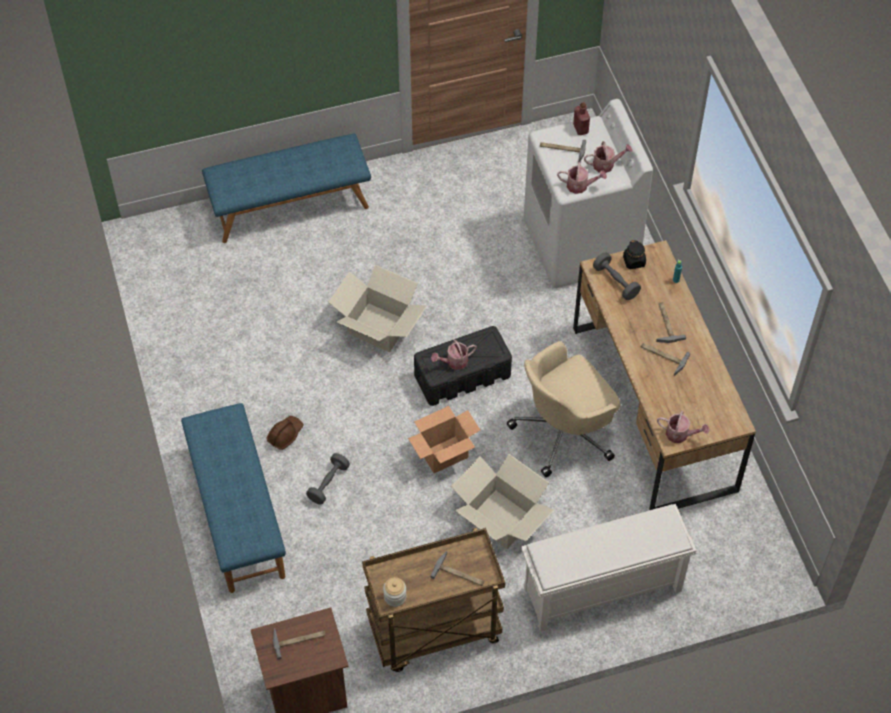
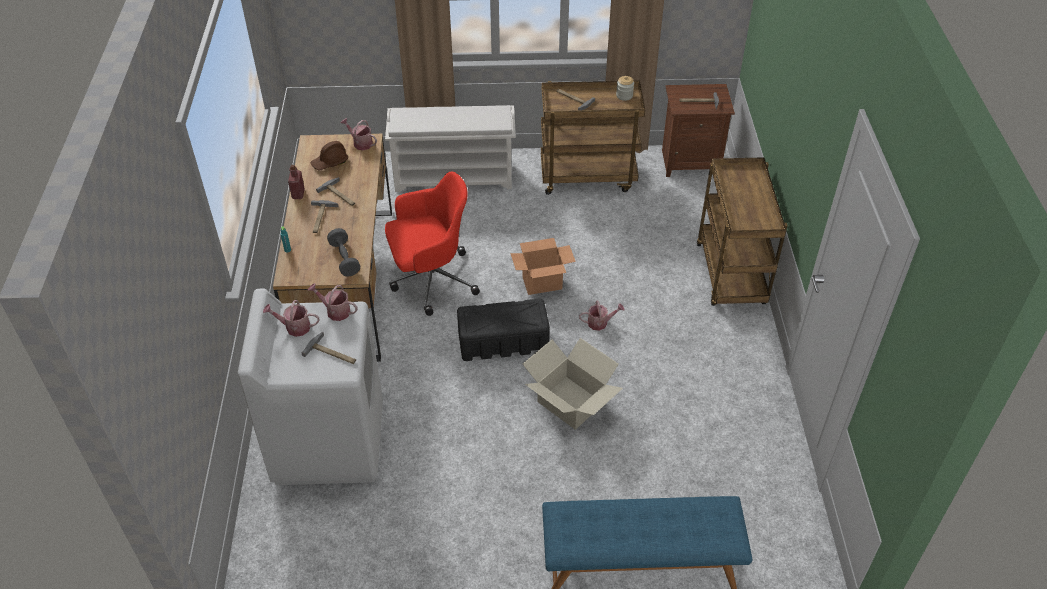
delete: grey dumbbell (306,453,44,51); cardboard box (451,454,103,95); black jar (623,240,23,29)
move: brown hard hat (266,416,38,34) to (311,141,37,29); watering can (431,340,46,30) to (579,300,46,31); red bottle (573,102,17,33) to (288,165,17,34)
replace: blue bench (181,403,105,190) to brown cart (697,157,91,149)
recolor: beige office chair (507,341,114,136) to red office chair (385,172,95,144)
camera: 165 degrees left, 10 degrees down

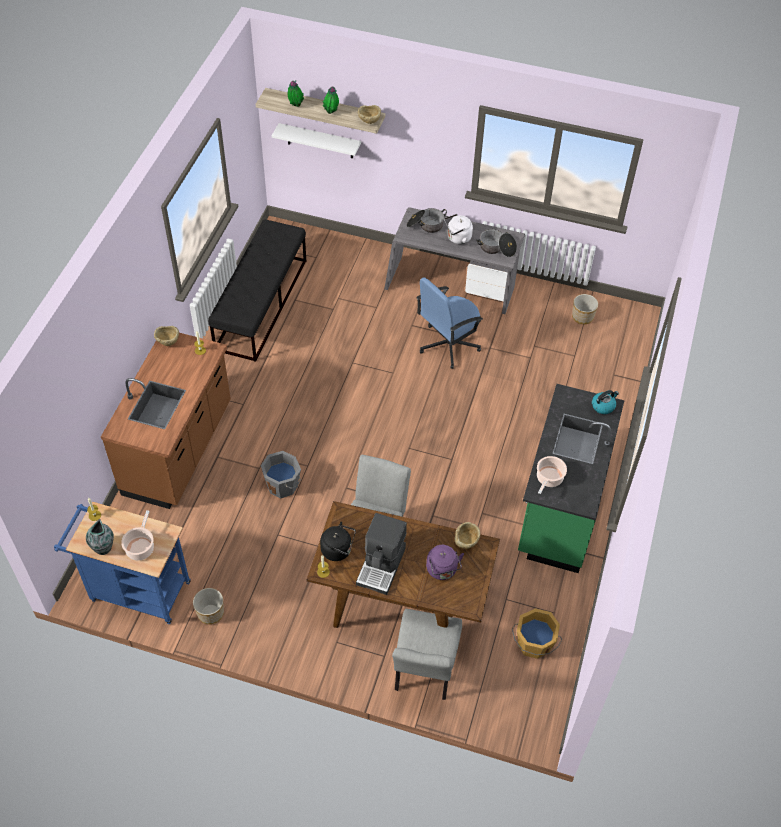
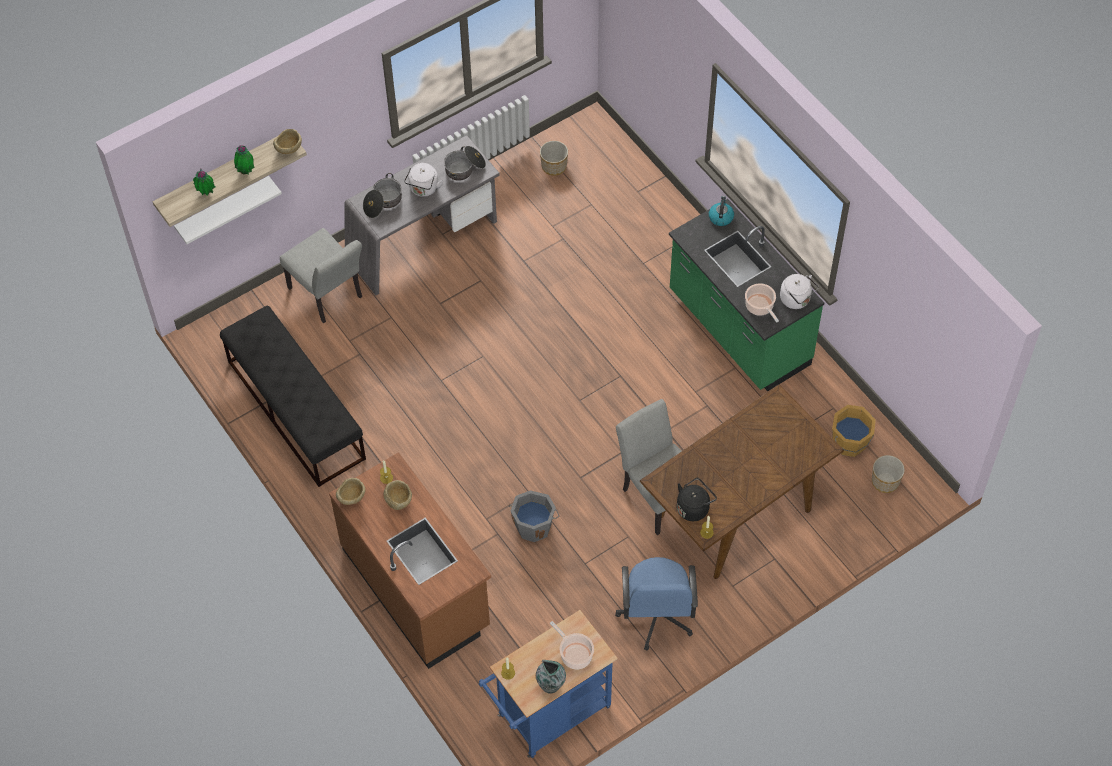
delete: coffee machine (356,513,51,82); purple kettle (426,545,38,35)
insert: white kettle (780,274,39,35)
move: planter (193,588,31,36) to (872,455,33,38); grey chair (392,609,70,91) to (280,228,82,95); blue office chair (416,278,67,91) to (615,557,83,94); beige bowl (455,522,25,27) to (384,480,28,30)
camera: 50 degrees left, 5 degrees up

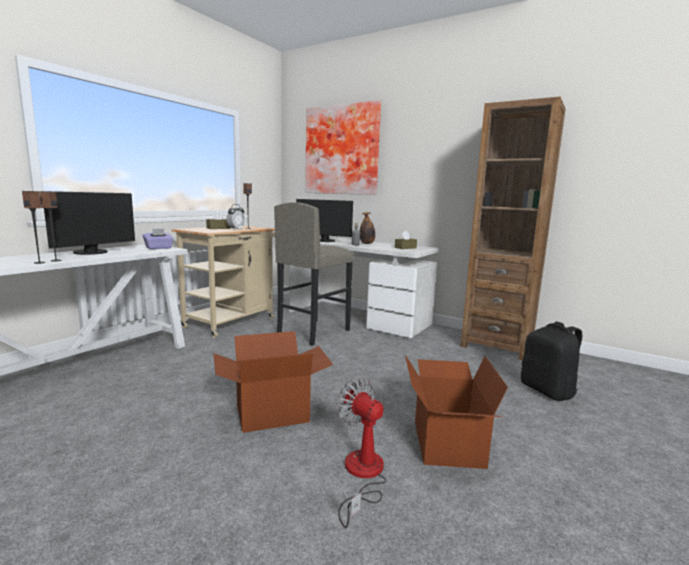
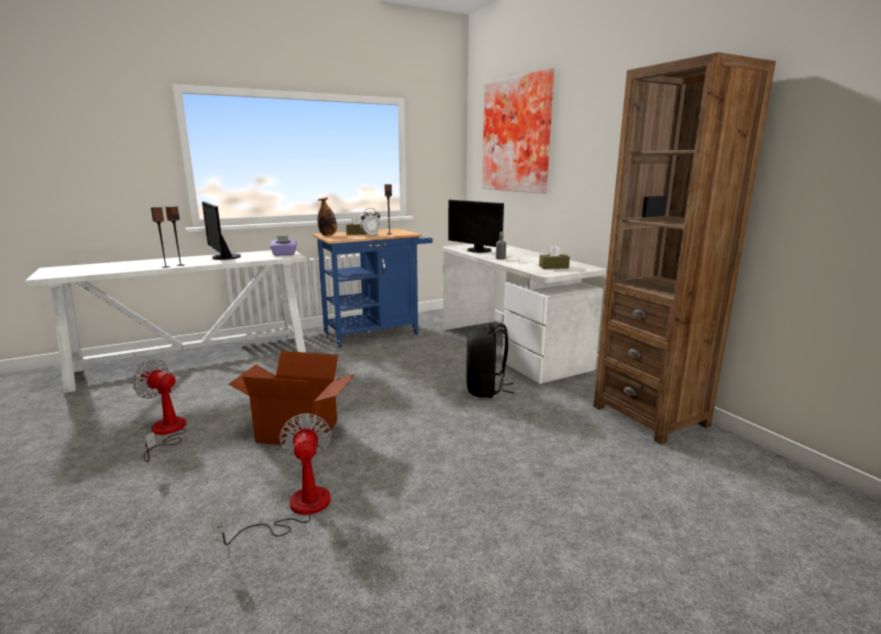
delete: grey stool (274,202,80,144); cardboard box (405,355,103,114)
insert: fan (133,359,54,103)
move: bottle (360,212,15,32) to (317,198,20,38); black backpack (521,322,61,79) to (466,323,48,75)
recolor: beige cart (171,226,104,112) to blue cart (312,228,121,120)
rotate: monitor (44,191,91,64) = (202,201,39,59) 90 degrees clockwise
camera: 30 degrees right, 5 degrees up

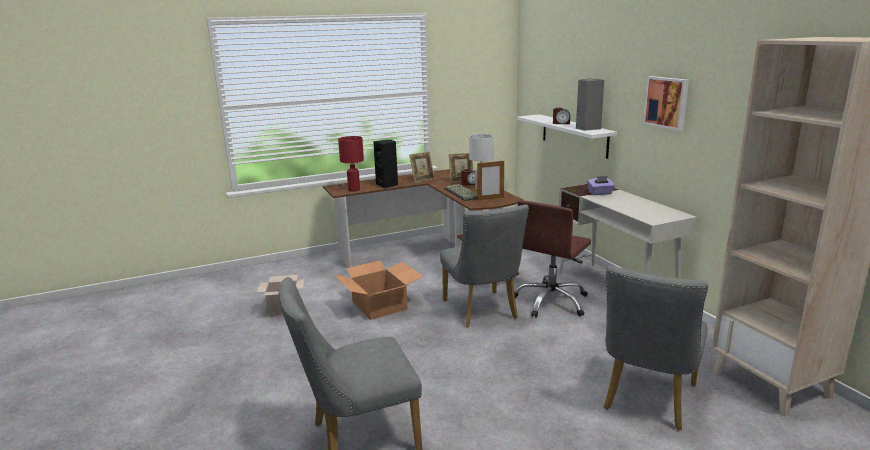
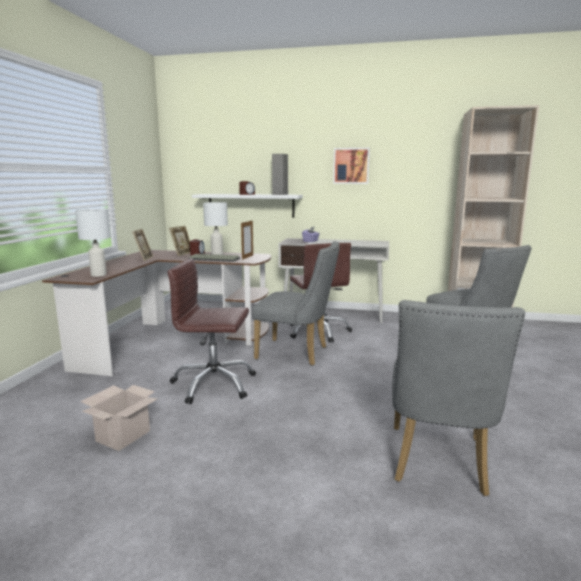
delete: black speaker (373,140,25,49)
replace: cardboard box (333,260,90,60) to brown office chair (167,258,89,146)
recolor: red table lamp (338,136,26,56) to white table lamp (75,209,36,68)
camera: 55 degrees left, 5 degrees down

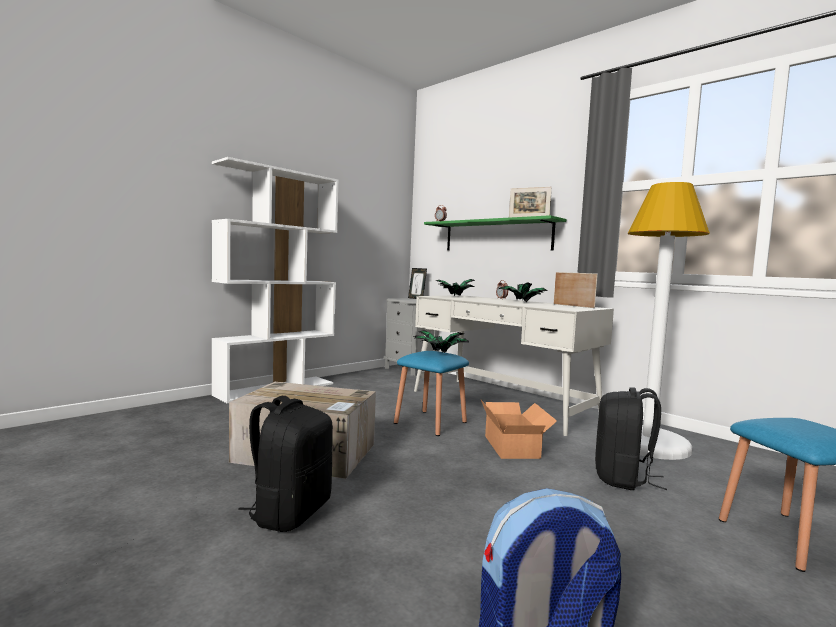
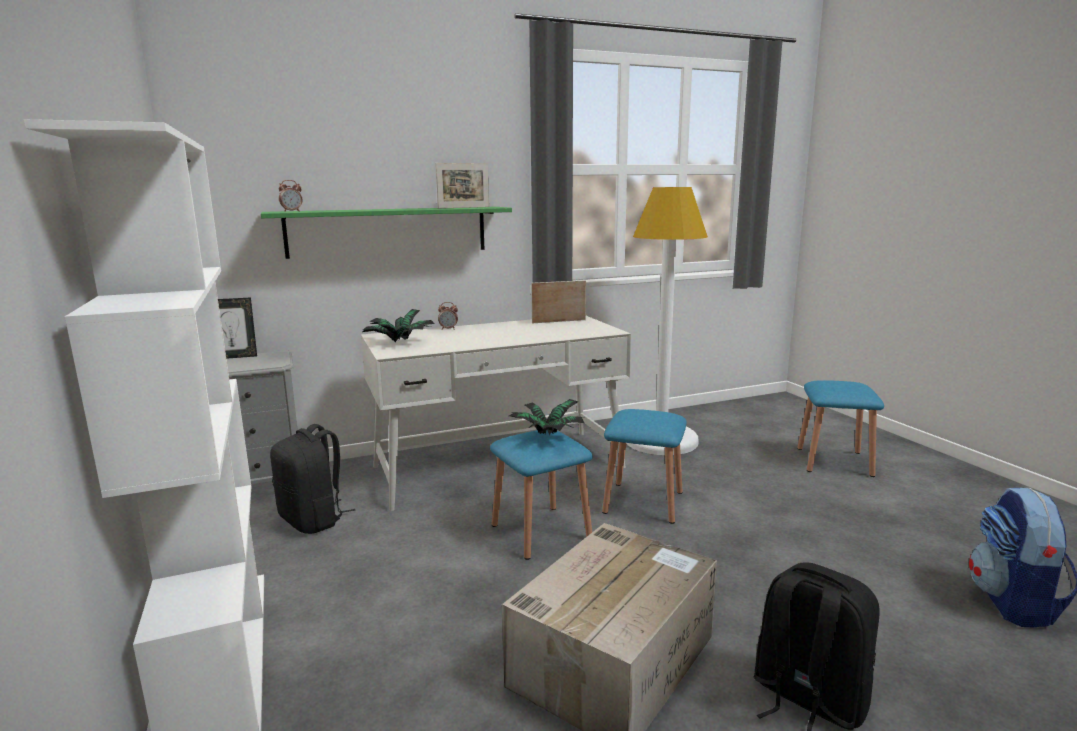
delete: potted plant (499,282,48,20)
move: black backpack (595,387,72,103) to (270,424,85,110)
replace: cardboard box (481,400,76,59) to blue stool (602,409,85,115)
camera: 65 degrees left, 10 degrees up

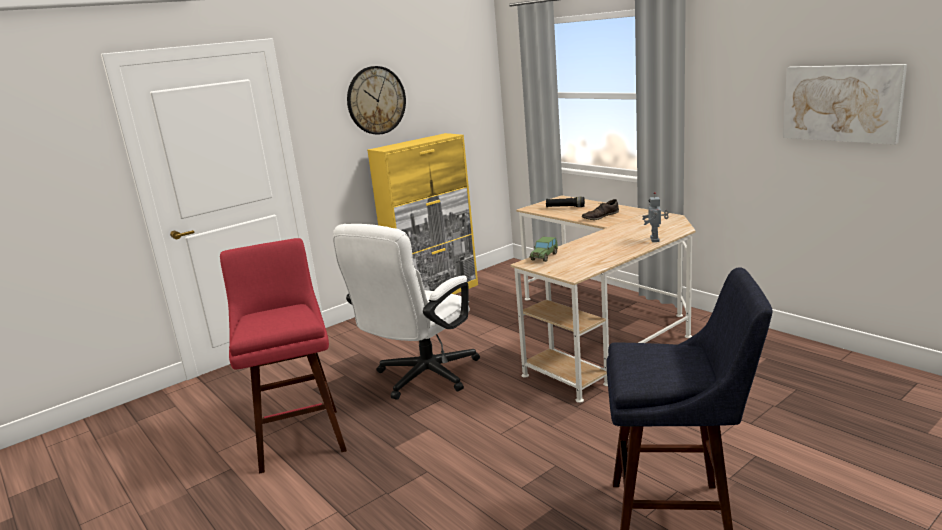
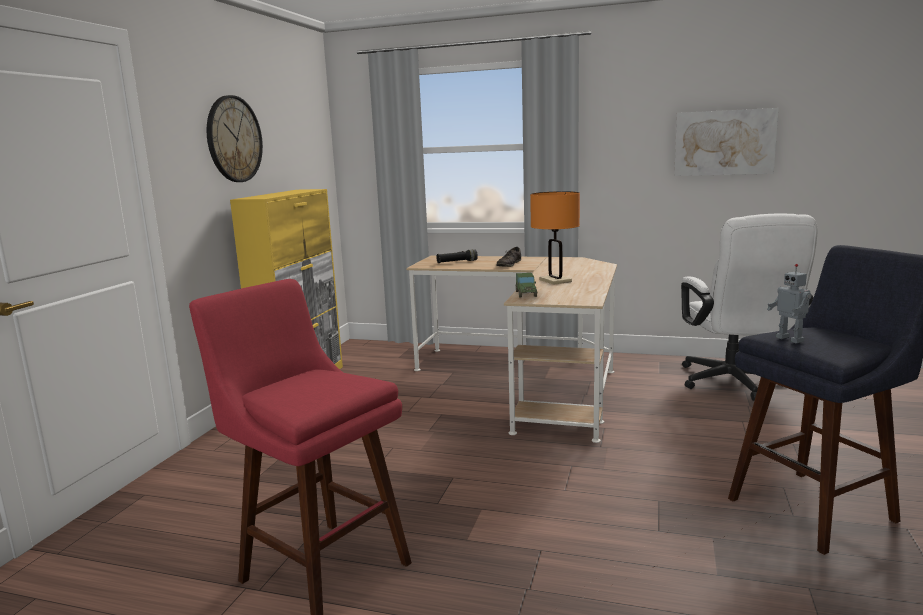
insert: orange table lamp (530,191,50,94)
move: white office chair (333,224,147,176) to (681,213,137,188); toy robot (642,192,27,50) to (767,264,44,79)
camera: 35 degrees left, 5 degrees down

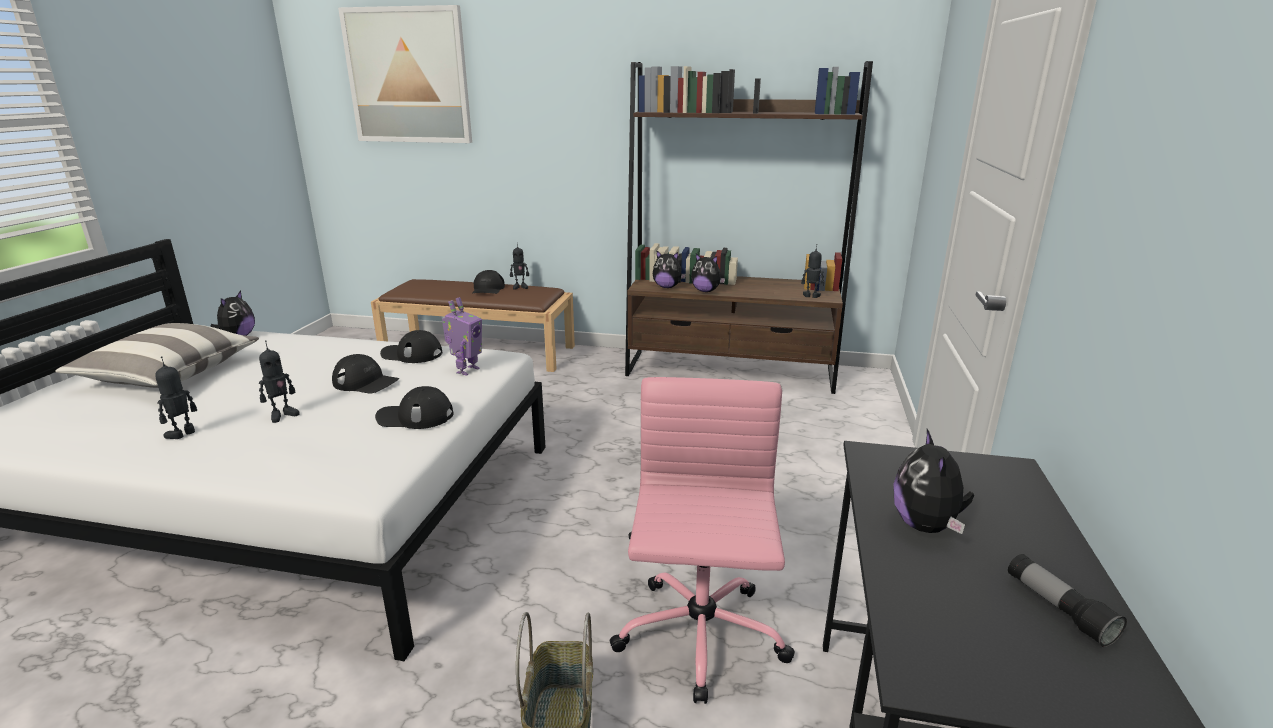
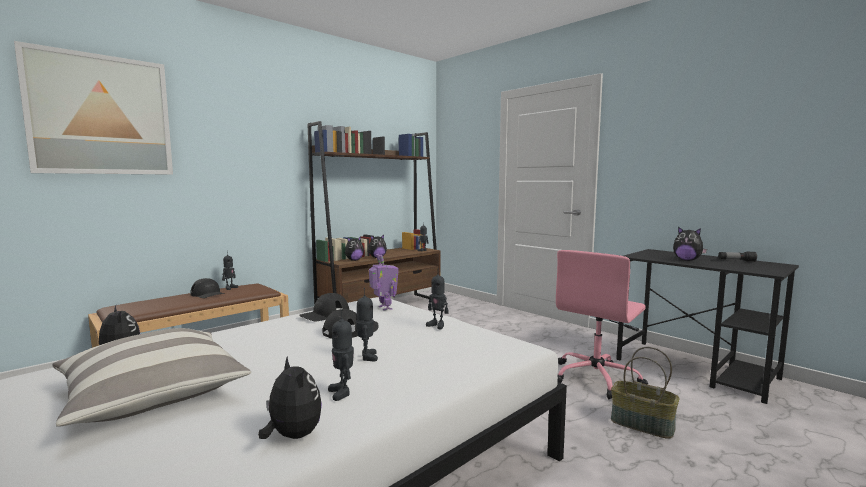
insert: plush toy (258,356,64,83)
replace: black cap (375,386,78,43) to toy robot (426,274,23,55)
rotate: pink office chair (609,377,186,327) = (556,250,92,149) 90 degrees counterclockwise
camera: 55 degrees left, 15 degrees down

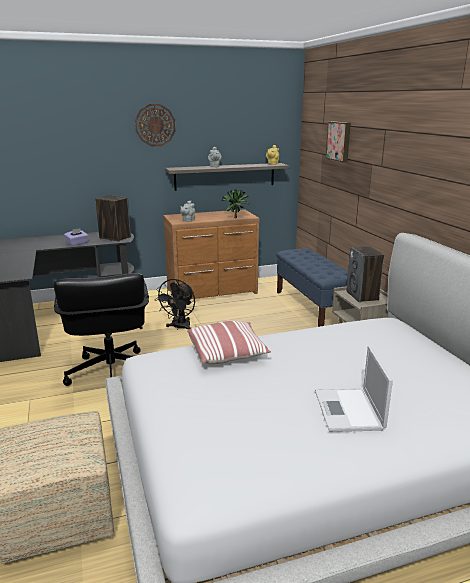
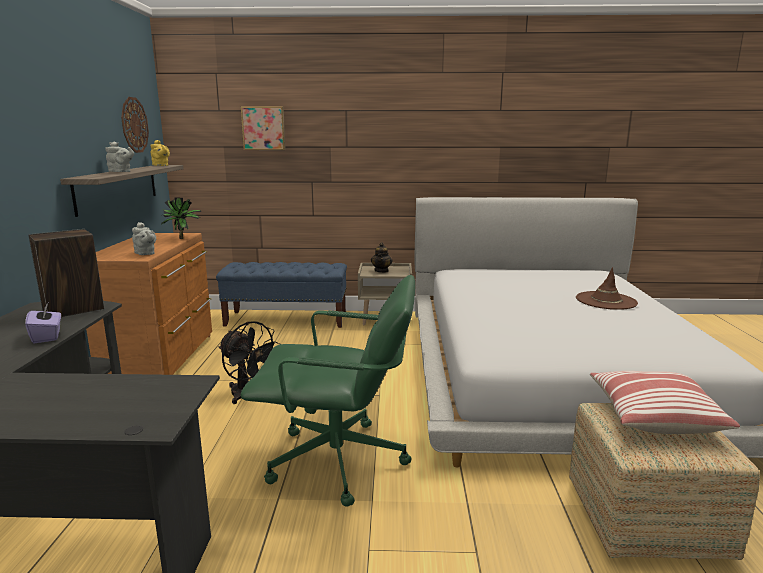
move: wall clock (135,104,41,42) to (121,97,28,56); pillow (187,321,84,43) to (590,371,150,63)
replace: laptop (315,346,78,86) to brown hat (576,267,62,43); speaker (346,246,38,56) to teapot (371,242,21,31)
recolor: black office chair (54,273,95,113) to green office chair (241,275,174,232)
camera: 70 degrees left, 5 degrees down

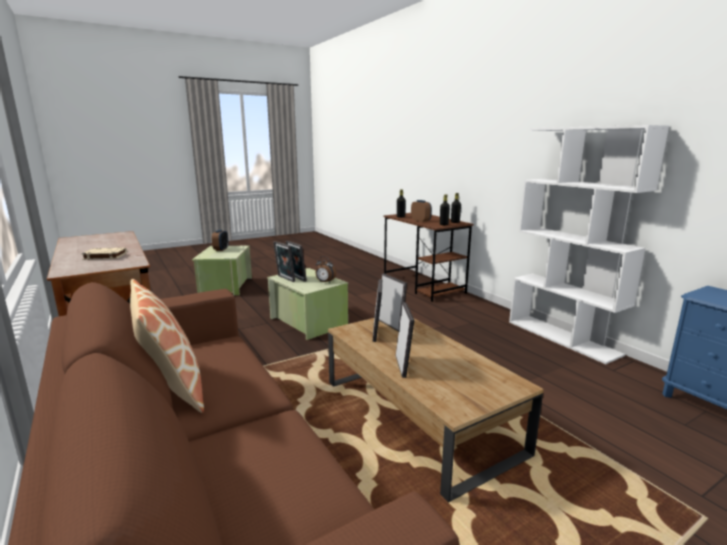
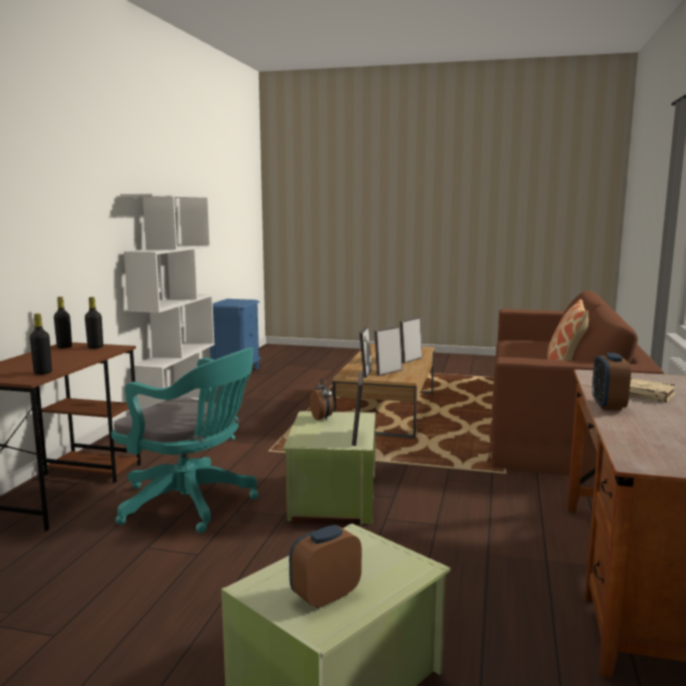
delete: picture frame (286,241,21,41)
insert: turquoise office chair (111,347,148,186)
move: alarm clock (411,200,21,22) to (592,353,39,58)
camera: 135 degrees left, 5 degrees down

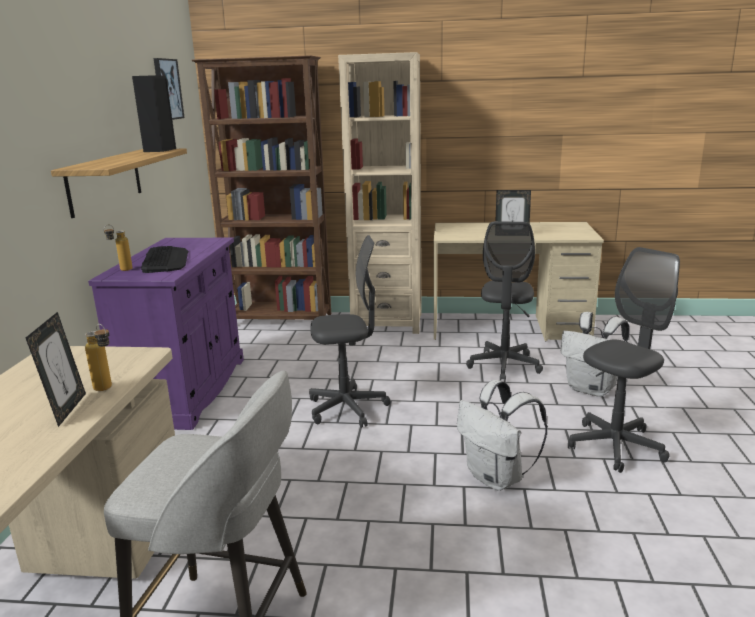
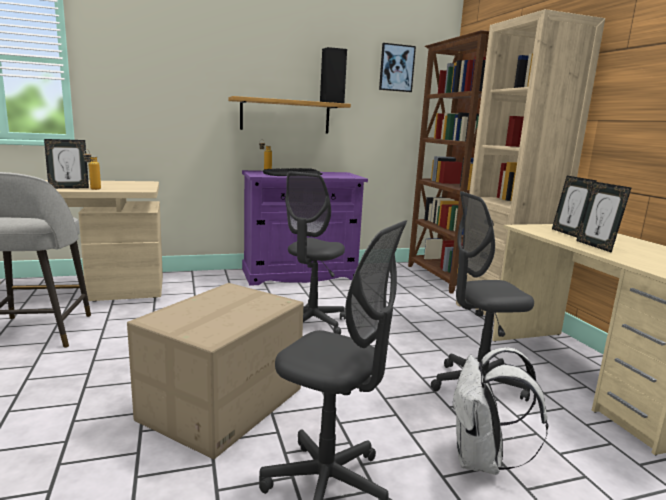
insert: picture frame (552,176,45,61)
replace: white backpack (457,380,91,111) to cardboard box (127,283,177,176)
rotate: grey office chair (309,235,82,193) = (285,171,60,163) 60 degrees clockwise
camera: 65 degrees right, 5 degrees down

